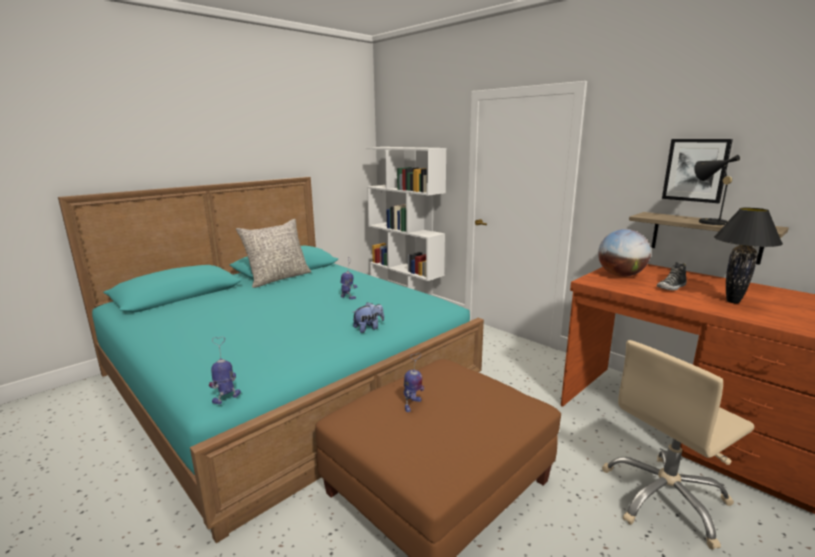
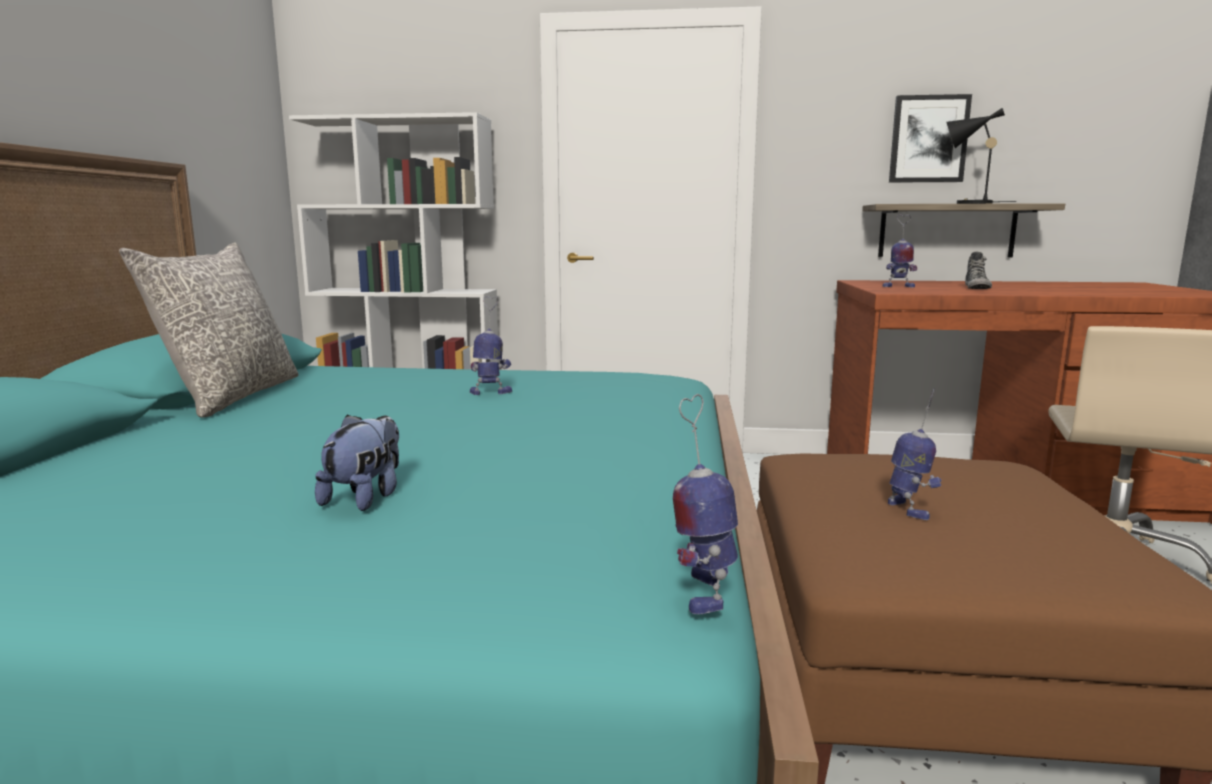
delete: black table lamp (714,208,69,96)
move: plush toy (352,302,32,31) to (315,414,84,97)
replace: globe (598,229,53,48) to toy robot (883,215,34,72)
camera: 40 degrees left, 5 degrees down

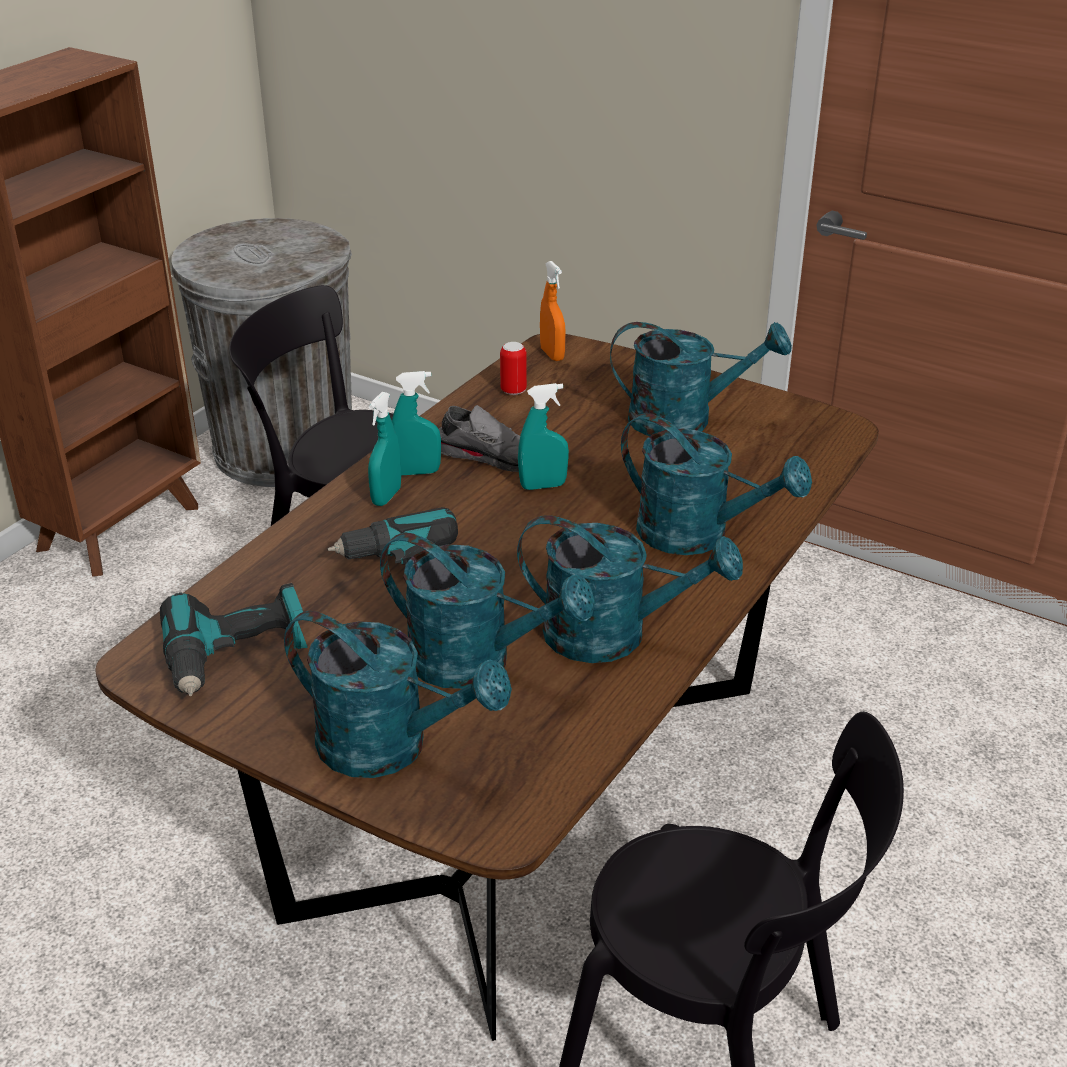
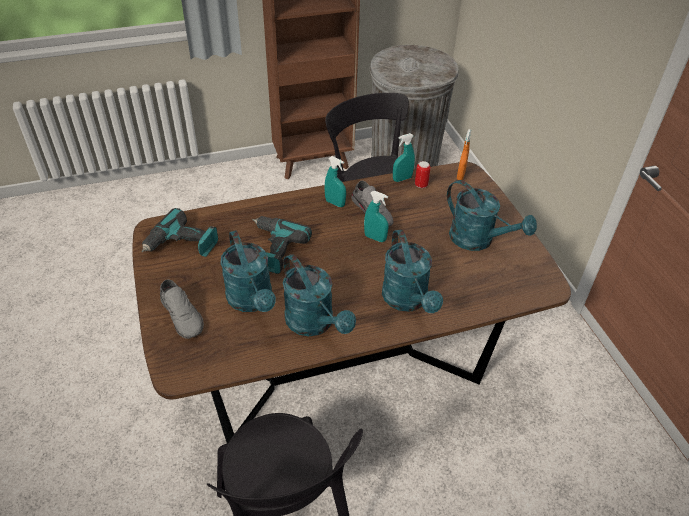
move: turquoise spray bottle (368,392,33,114) to (393,133,22,49)
replace: turquoise watering can (284,611,228,167) to grey shoe (160,279,44,60)
camera: 40 degrees right, 10 degrees up

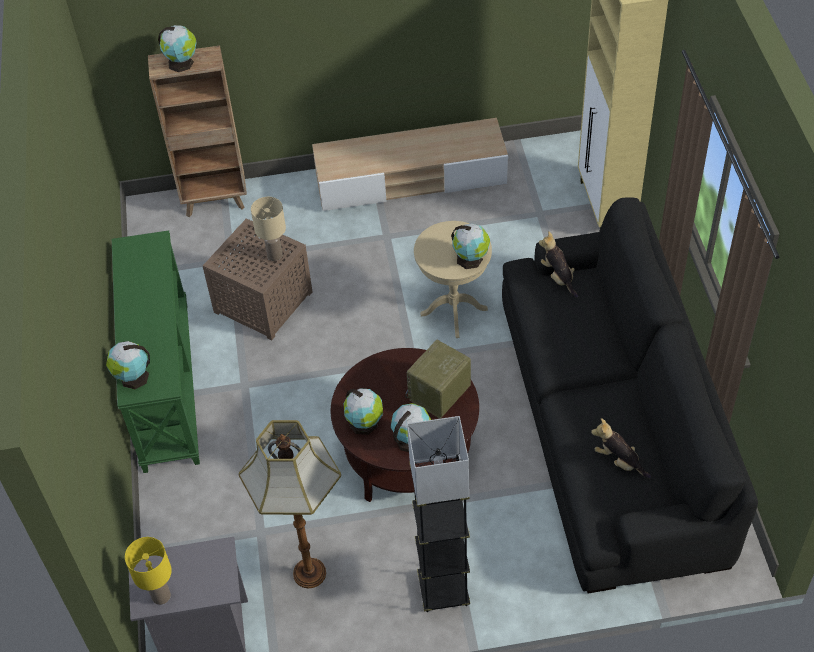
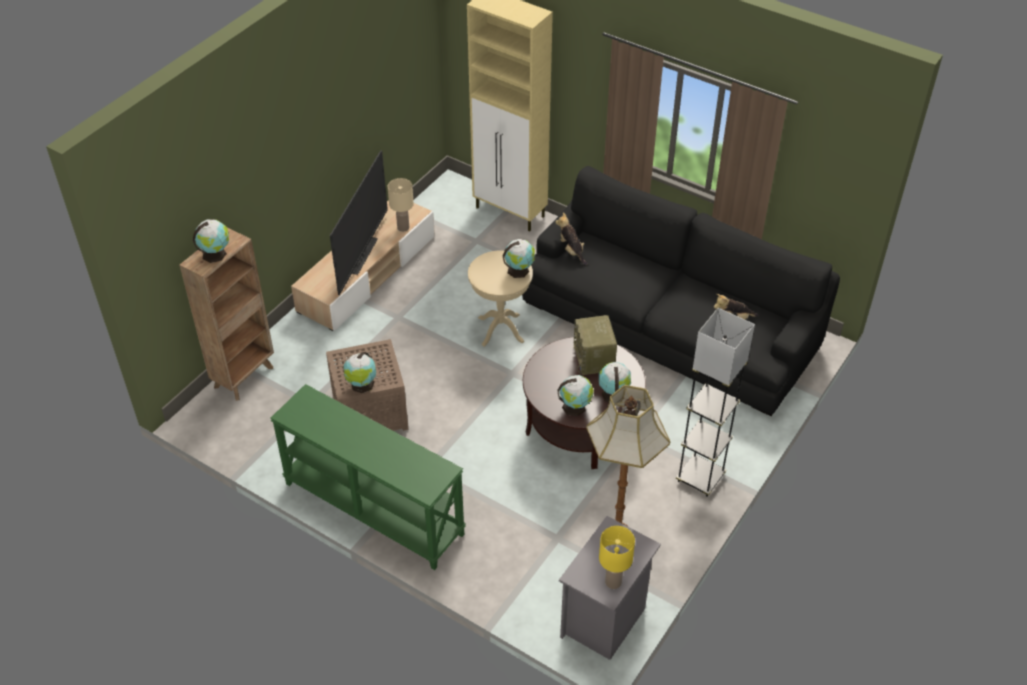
insert: television (330,151,58,144)
move: globe (106,341,44,48) to (343,352,33,41); beige table lamp (251,197,35,64) to (387,178,27,54)
rotate: plush toy (539,231,39,67) = (555,212,32,53) 45 degrees clockwise
camera: 50 degrees left, 5 degrees down

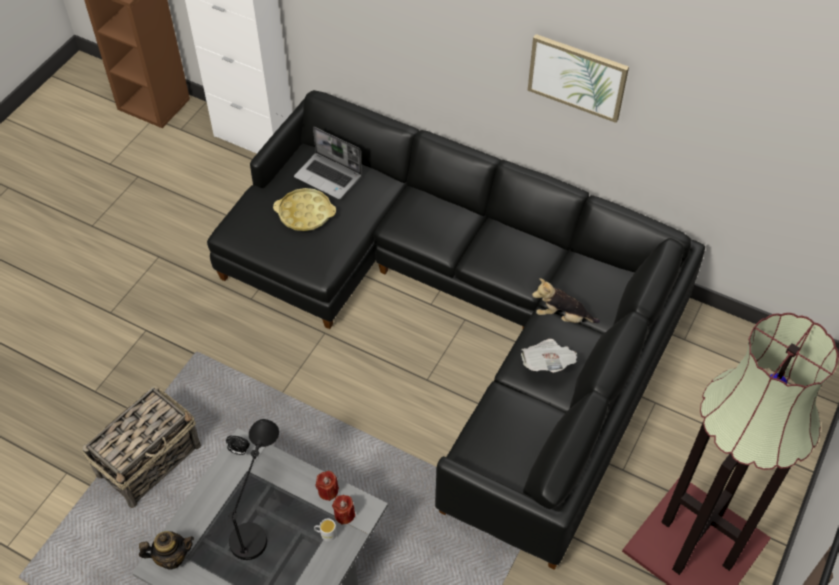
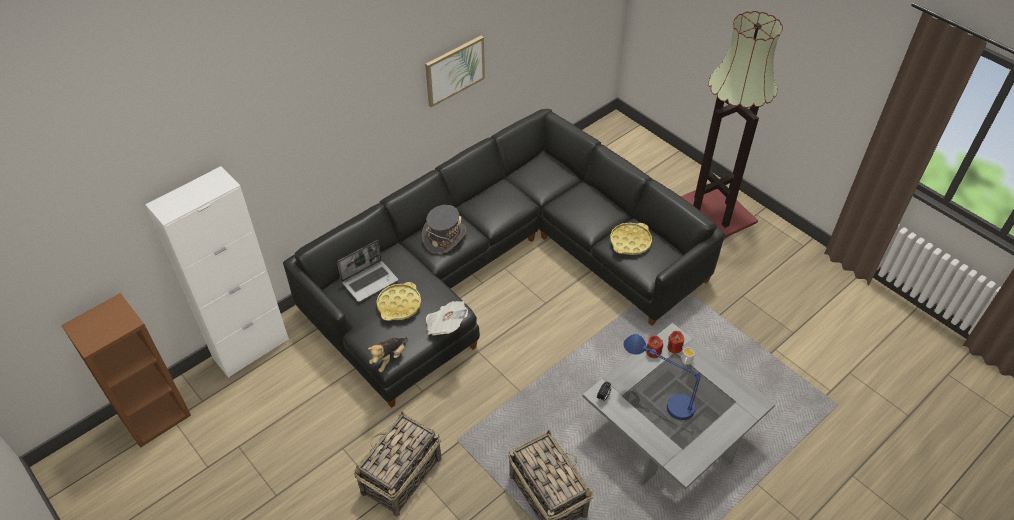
delete: teapot (139,531,55,39)
insert: basket (354,411,88,106); grey hat (422,205,44,49); yellow tray (610,223,42,32)
move: newspaper (521,339,56,34) to (426,301,42,34); plush toy (532,278,68,45) to (368,337,40,35)
recolor: black table lamp (229,419,50,141) to blue table lamp (624,334,77,86)
camera: 70 degrees left, 5 degrees down

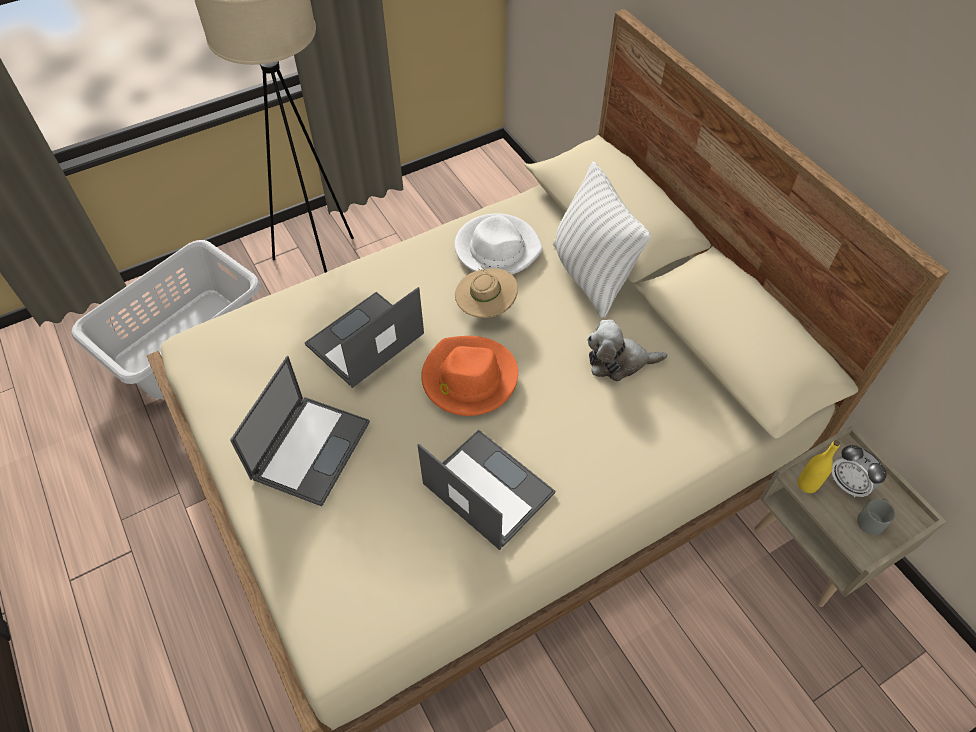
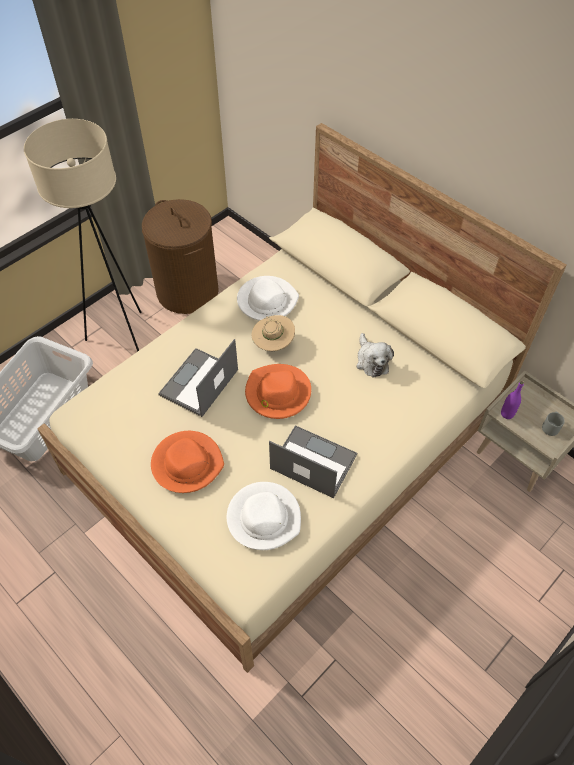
delete: white pillow (553,162,98,156); alarm clock (831,445,56,53)
insert: brown laundry basket (142,199,77,115); white hat (227,482,74,68)
replace: laptop (230,356,140,151) to orange hat (151,431,73,62)
recolor: yellow bottle (798,440,42,53) to purple bottle (501,381,23,38)
rotate: plush toy (587,320,80,61) = (356,333,38,45) 90 degrees counterclockwise
camera: 15 degrees left, 0 degrees up

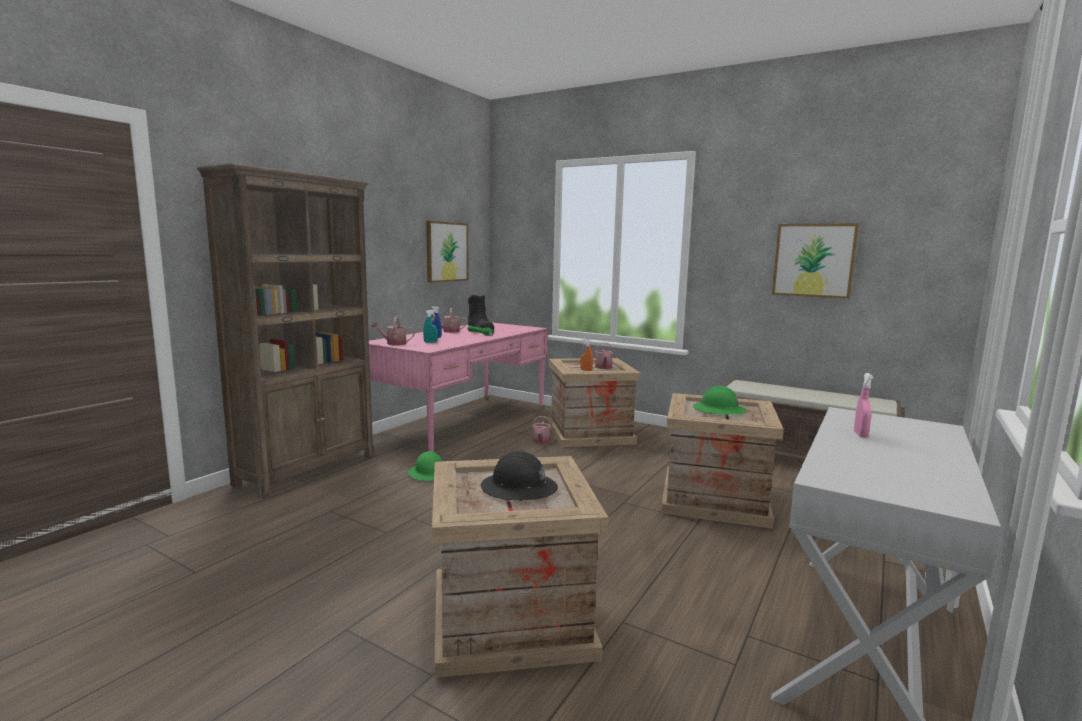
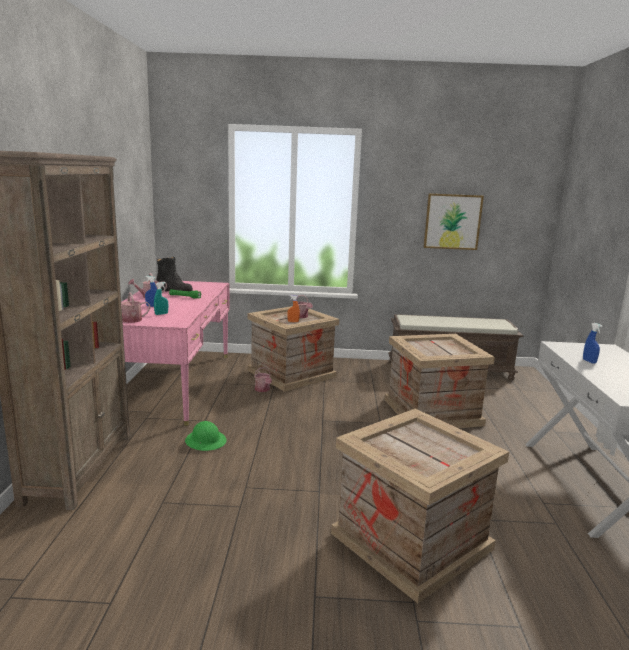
delete: picture (426,221,42,62); black hard hat (481,451,77,50); green hard hat (693,386,54,30)
recolor: pink spray bottle (854,373,19,65) to blue spray bottle (583,323,19,41)
camera: 30 degrees left, 5 degrees up

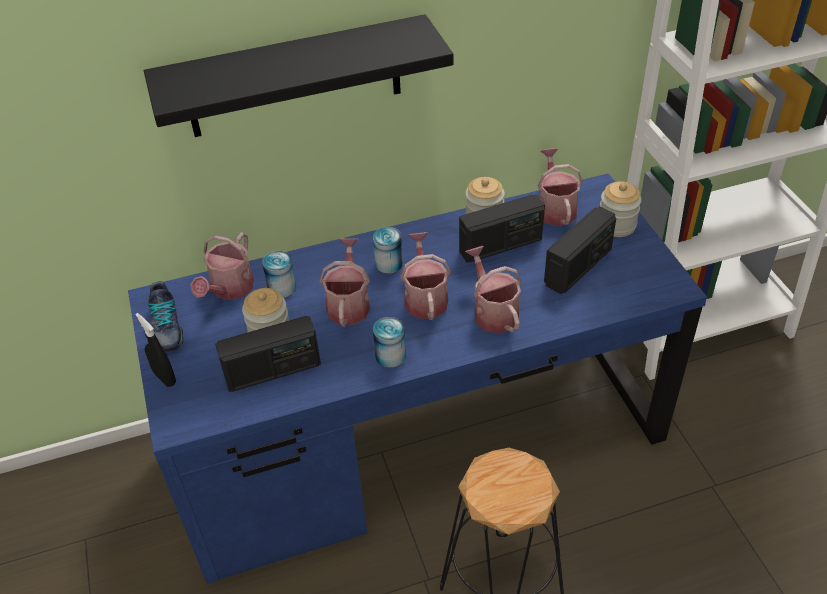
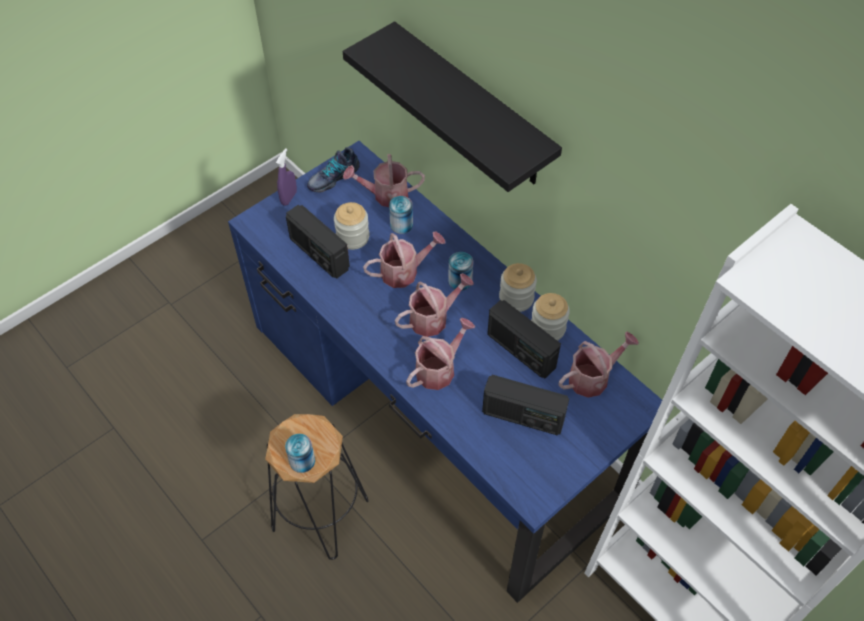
move: can (373,317,33,51) to (285,434,30,39); jar (600,182,42,55) to (499,263,38,49)
recolor: black spray bottle (136,313,40,74) to purple spray bottle (276,148,21,58)
camera: 65 degrees right, 10 degrees up

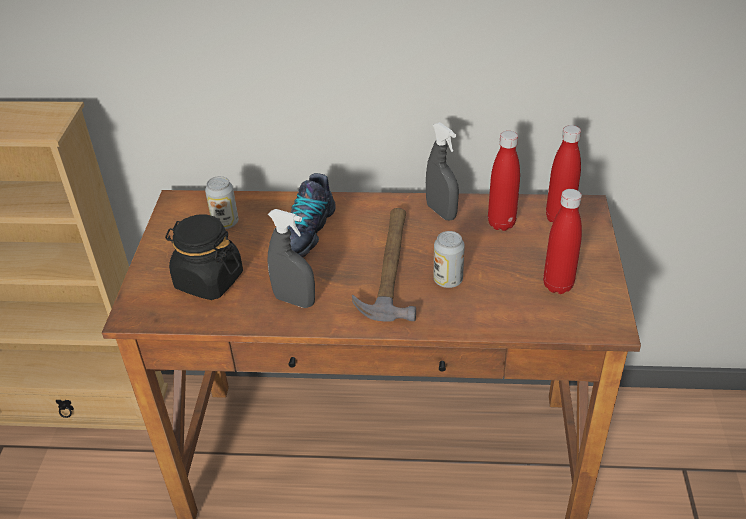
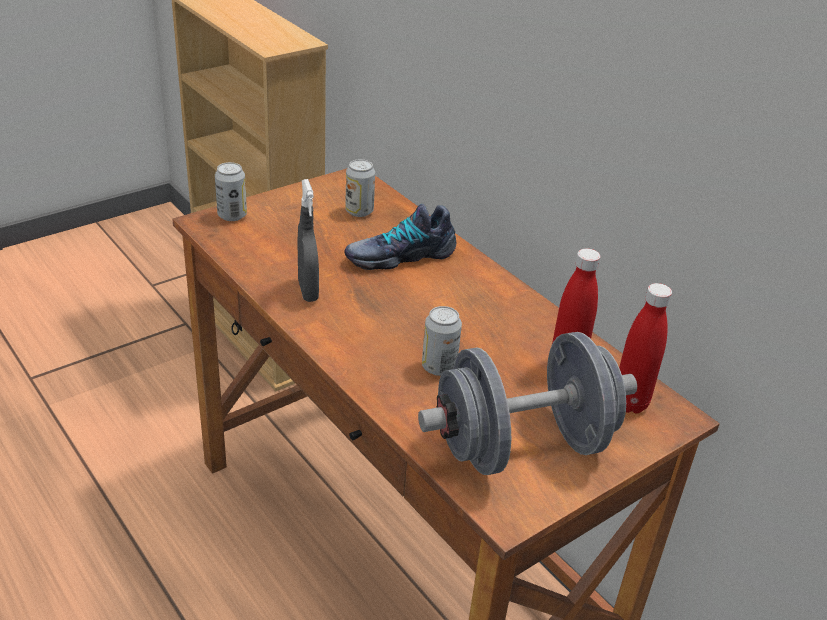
delete: black jar (165,214,78,86); hammer (352,208,64,114); grey spray bottle (426,122,33,99)
insert: can (215,162,32,59)
replace: red bottle (543,189,39,105) to grey dumbbell (418,332,219,143)
camera: 45 degrees right, 5 degrees down

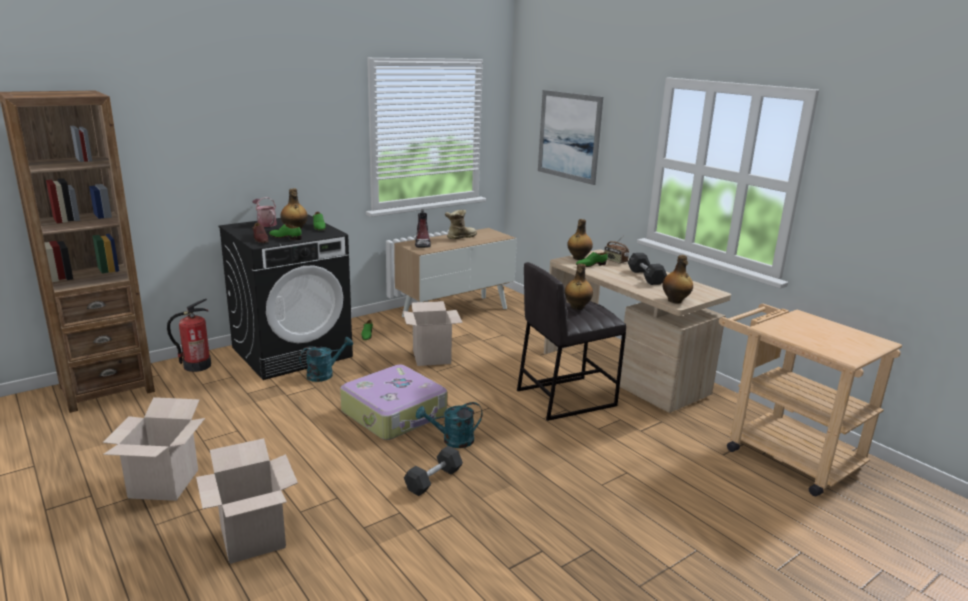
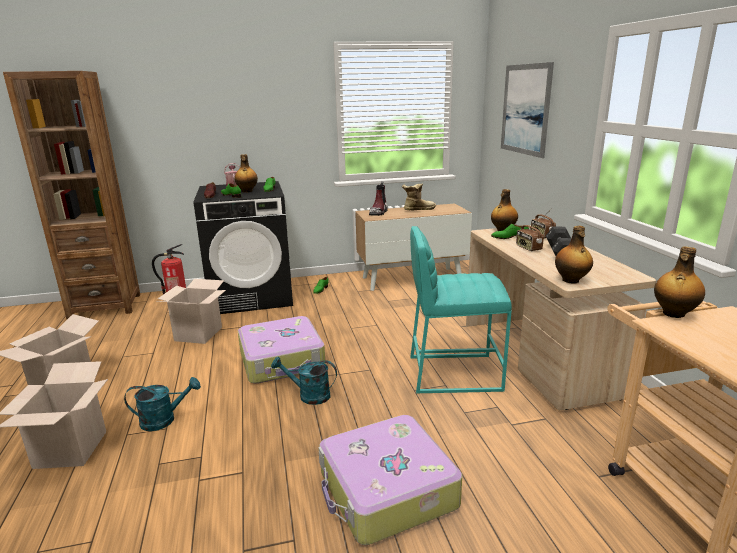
delete: black dumbbell (404,446,59,50)
insert: suitcase (318,415,144,130); radio (516,219,28,32)
move: turquoise watering can (299,337,54,45) to (124,377,77,54); cardboard box (403,301,60,65) to (158,279,68,65); bottle (565,264,28,46) to (654,246,51,72)
recolor: grey stool (517,262,109,159) to turquoise stool (410,226,102,167)
camera: 25 degrees right, 0 degrees up

